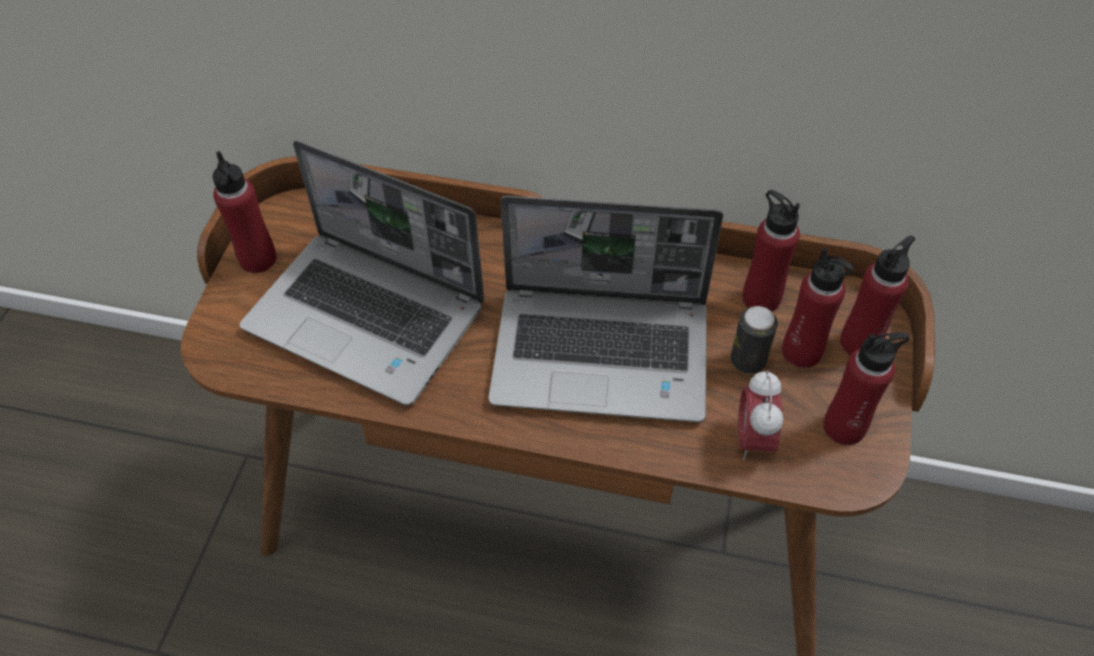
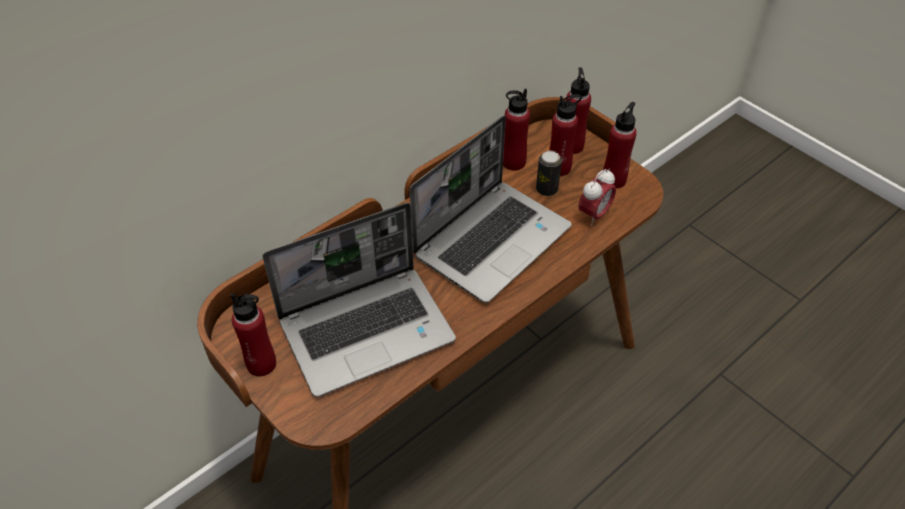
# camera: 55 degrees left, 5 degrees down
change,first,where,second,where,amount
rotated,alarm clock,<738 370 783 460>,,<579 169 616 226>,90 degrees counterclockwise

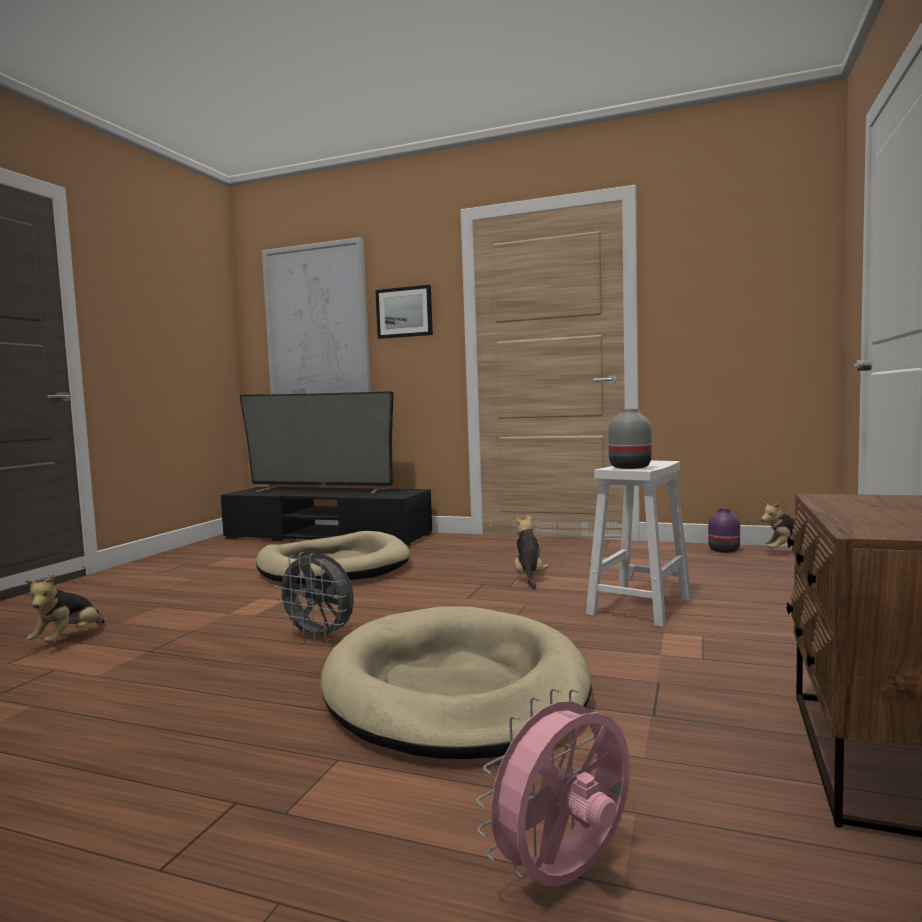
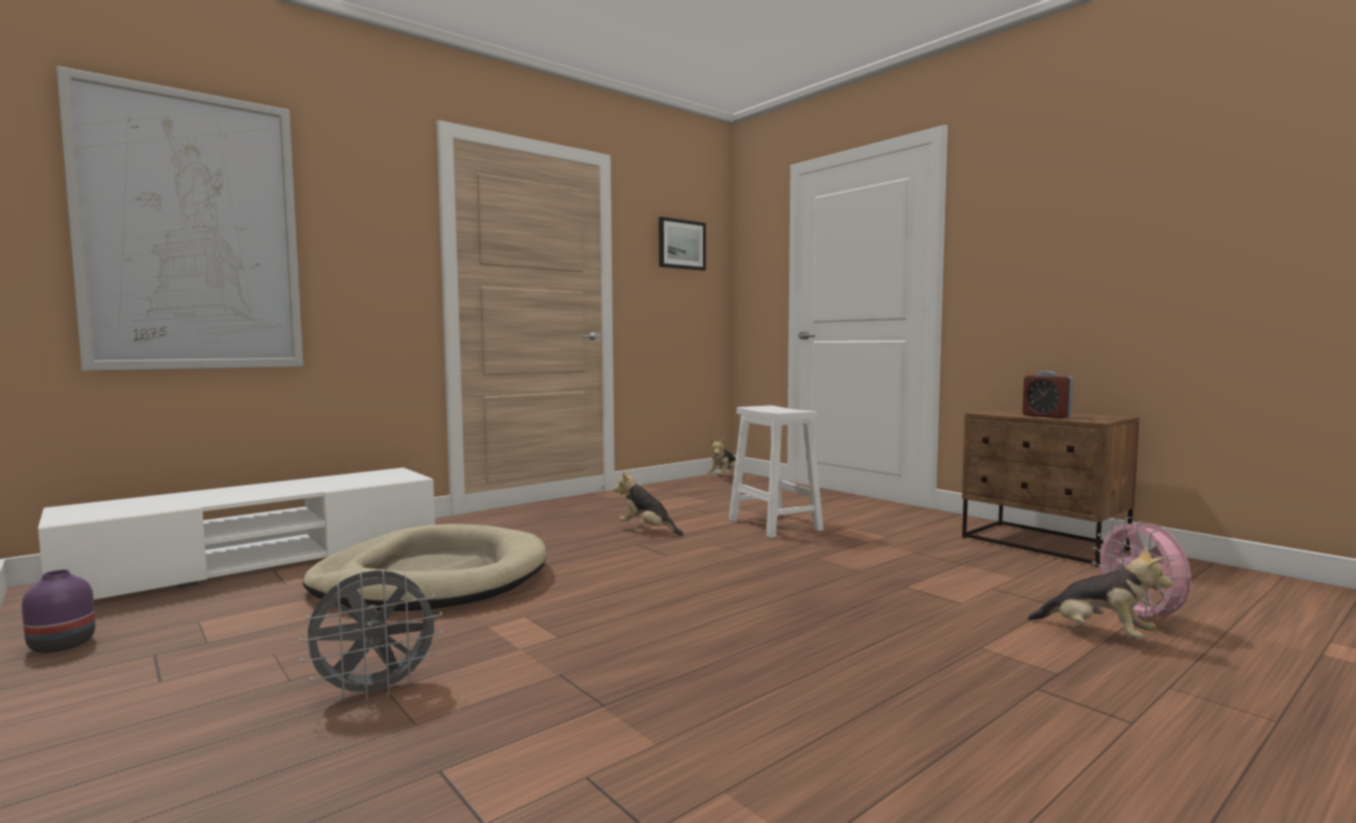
# camera: 60 degrees left, 0 degrees up
change,first,where,second,where,amount
shifted,picture,<375 285 433 339>,,<659 217 706 271>,
gone,television,<240 391 394 494>,,,
gone,grey vase,<608 409 652 469>,,,
repainted,black tv stand,<221 487 432 547>,white tv stand,<38 468 435 600>,
shifted,purple vase,<708 509 740 553>,,<22 570 95 653>,
shifted,grey fan,<275 552 354 644>,,<299 569 443 702>,
shifted,plush toy,<25 575 105 643>,,<1028 547 1172 638>,
gone,beige dog bed,<320 606 592 759>,,,
new,,,alarm clock,<1022 371 1073 418>,

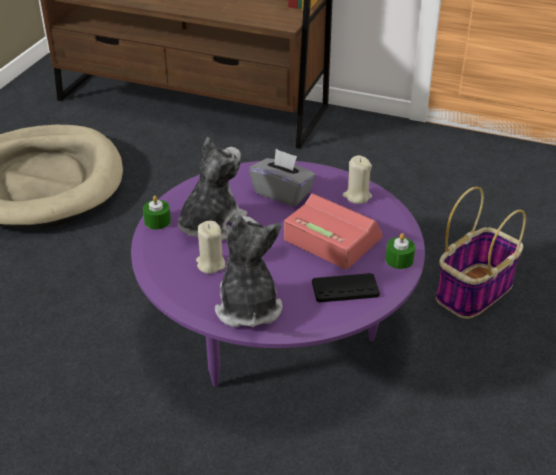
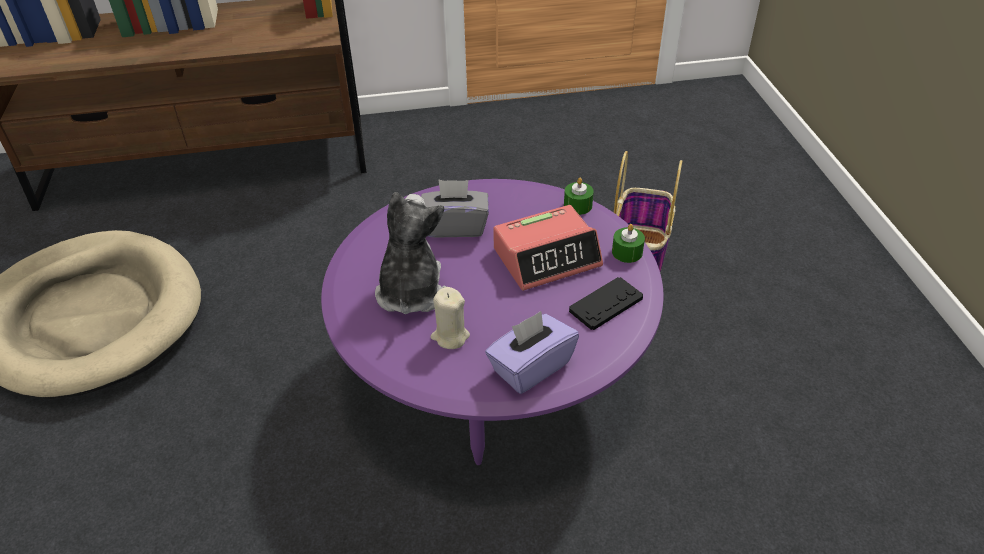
# camera: 30 degrees left, 5 degrees up
change,first,where,second,where,amount
gone,beige candle,<342 155 372 204>,,,
rotated,alarm clock,<284 193 383 269>,,<493 205 603 291>,150 degrees clockwise
shifted,green candle,<143 195 171 230>,,<564 178 594 215>,
swapped,plush toy,<215 215 282 327>,purple tissue box,<485 311 579 394>,

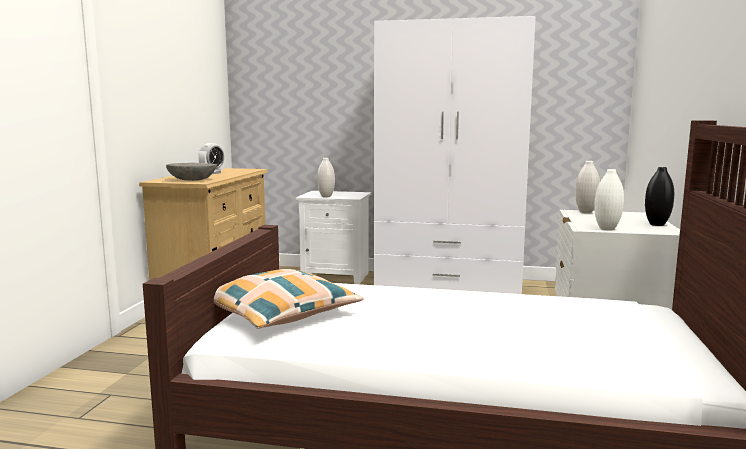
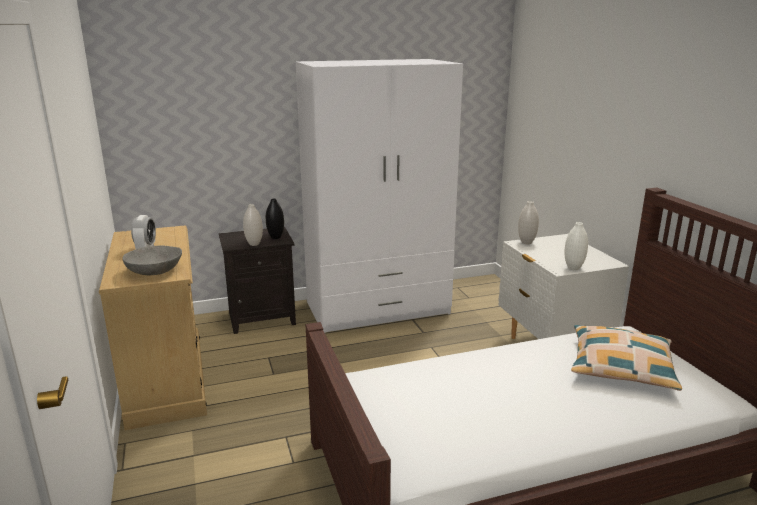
# camera: 30 degrees left, 10 degrees up
change,first,where,second,where,amount
shifted,black vase,<645 167 674 226>,,<266 199 284 239>,
repainted,white nightstand,<296 191 371 284>,black nightstand,<219 227 296 334>,
shifted,pillow,<214 269 364 329>,,<571 325 682 391>,

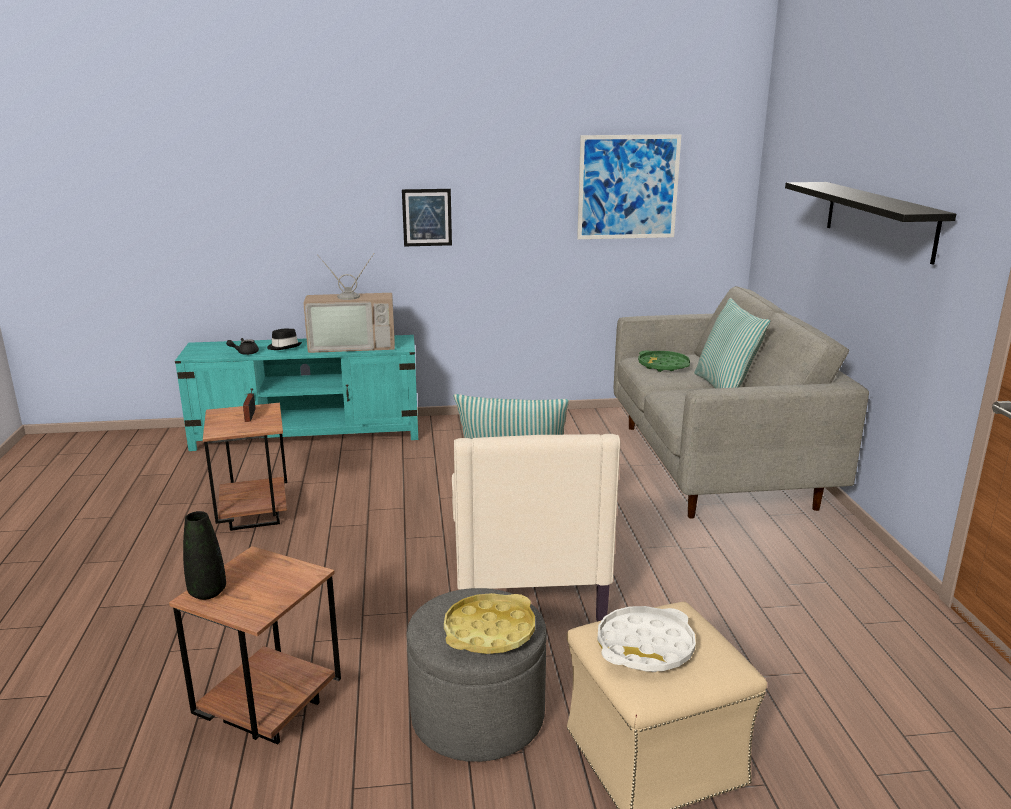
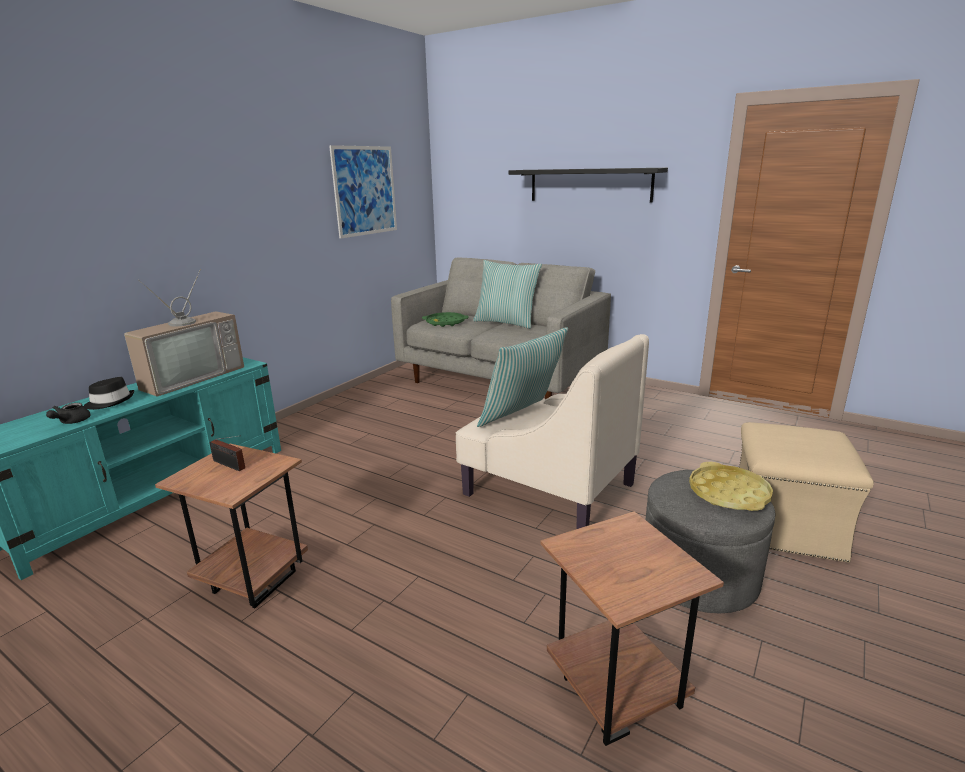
# camera: 50 degrees left, 0 degrees up
change,first,where,second,where,amount
gone,picture,<402 189 452 246>,,,
gone,black vase,<183 511 226 600>,,,
gone,white tray,<597 606 696 672>,,,

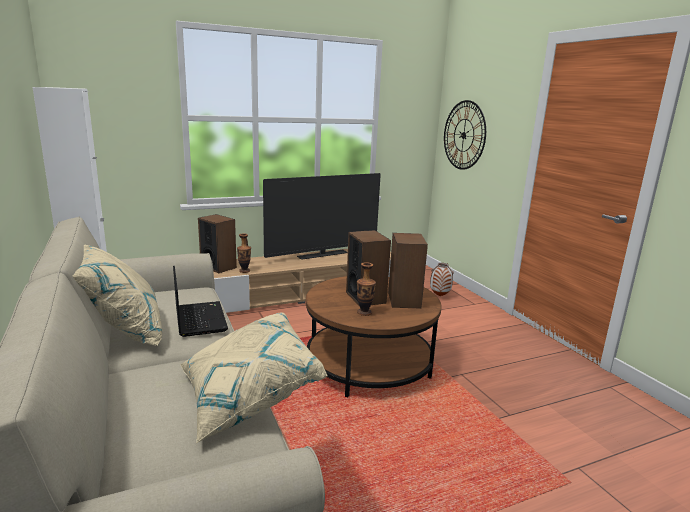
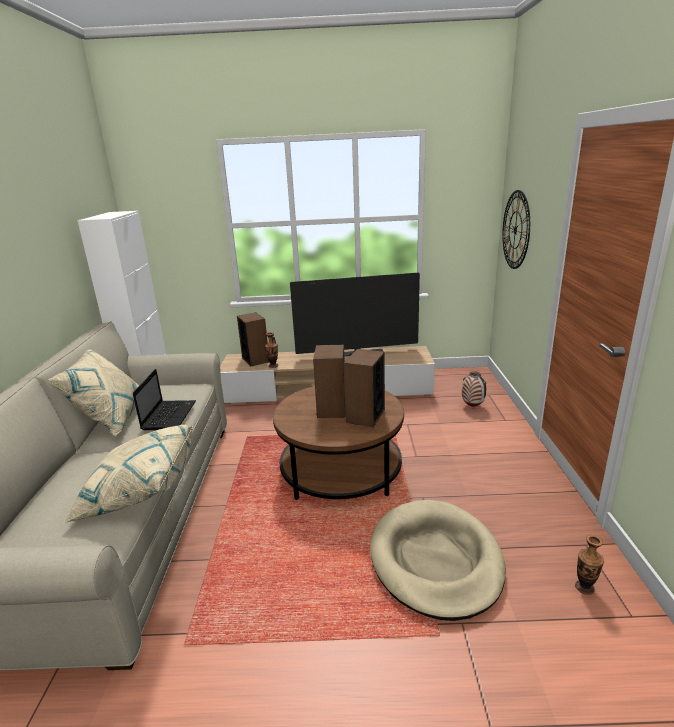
# camera: 25 degrees right, 5 degrees up
change,first,where,second,where,amount
shifted,vase,<357 262 376 316>,,<575 535 604 595>,
new,,,beige dog bed,<370 500 505 621>,

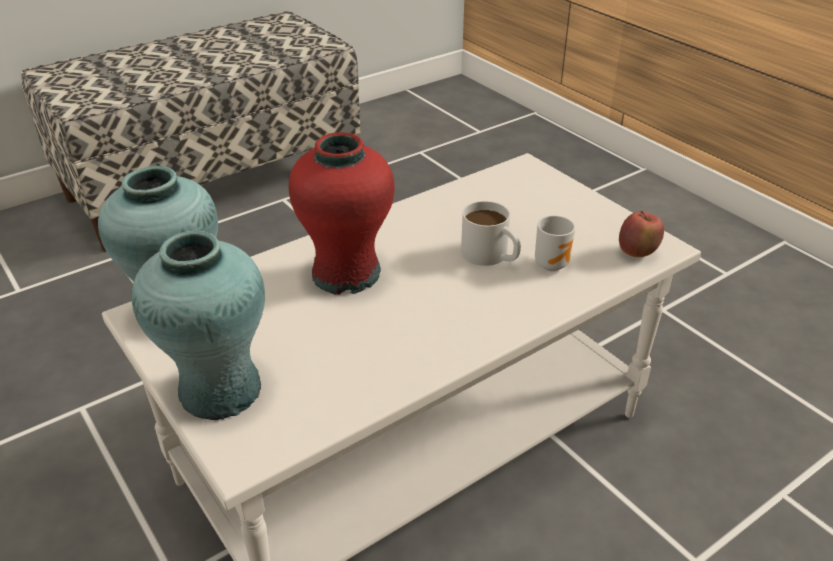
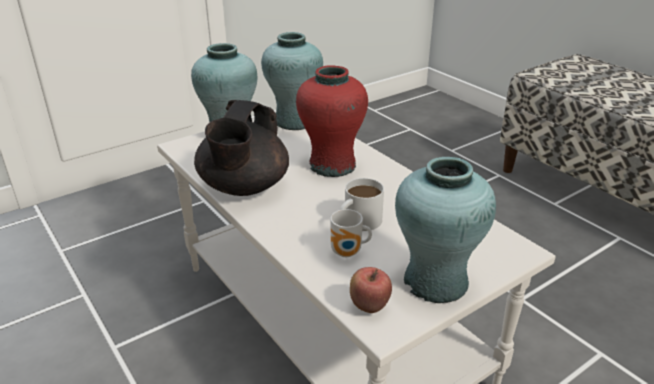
# camera: 90 degrees right, 5 degrees down
change,first,where,second,where,amount
new,,,black teapot,<194 100 289 196>,
new,,,turquoise vase,<395 157 496 303>,

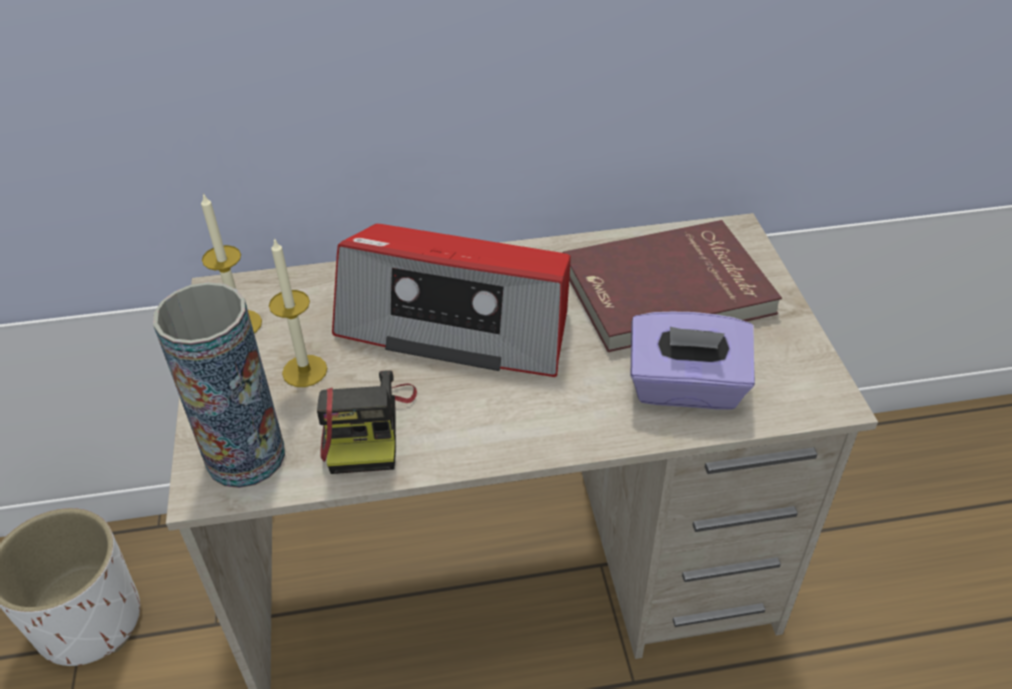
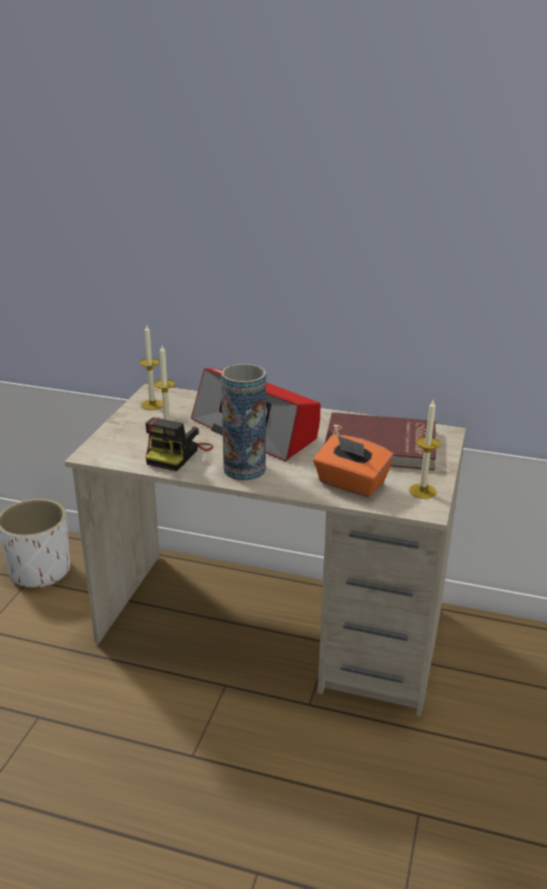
# camera: 25 degrees right, 15 degrees down
change,first,where,second,where,amount
shifted,vase,<153 282 285 488>,,<221 364 266 480>,
repainted,purple tissue box,<631 312 755 410>,orange tissue box,<313 435 393 498>,
new,,,candle,<409 399 440 499>,

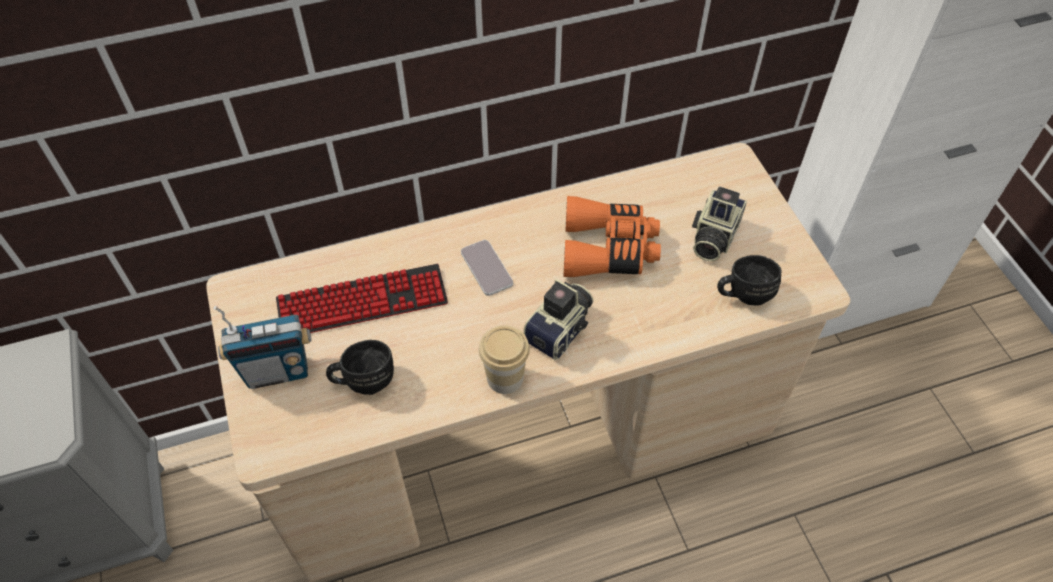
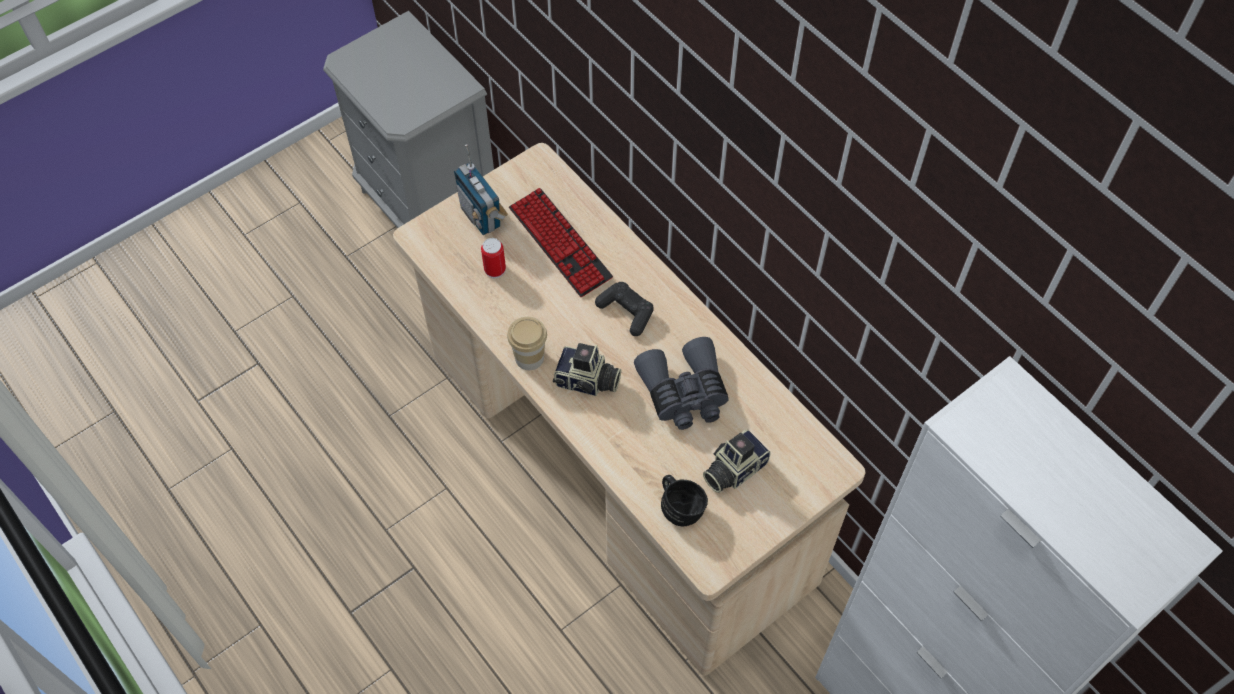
# camera: 70 degrees right, 5 degrees up
change,first,where,second,where,amount
rotated,photo camera,<692 187 747 261>,,<703 430 771 493>,45 degrees counterclockwise
repainted,orange binoculars,<563 196 661 277>,grey binoculars,<634 337 729 430>,
swapped,phone,<461 240 513 296>,black game controller,<595 282 654 336>,
swapped,black mug,<326 340 394 395>,can,<481 238 506 278>,

